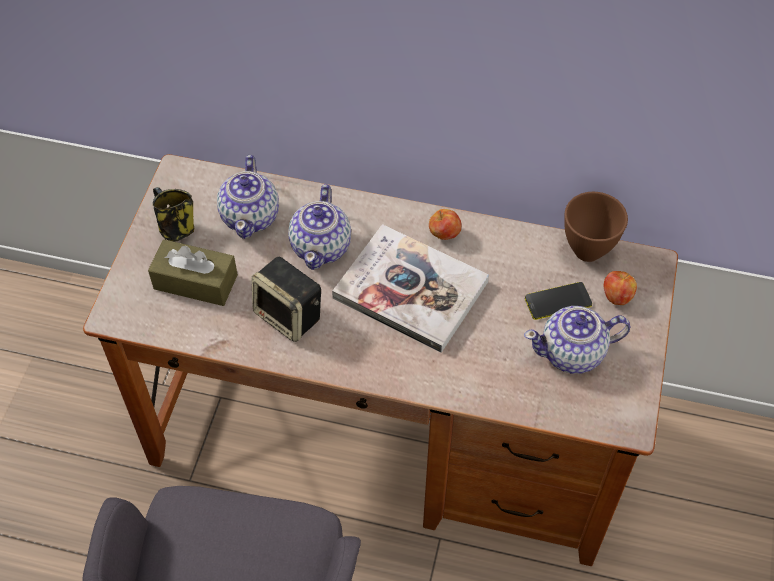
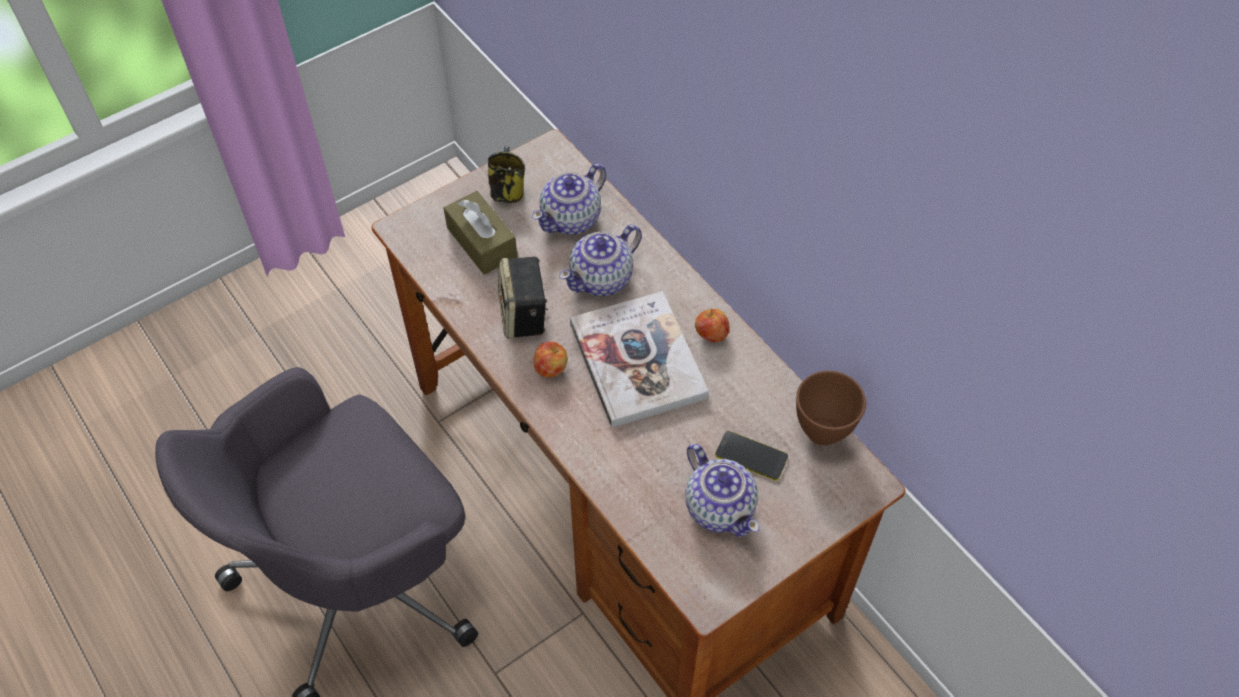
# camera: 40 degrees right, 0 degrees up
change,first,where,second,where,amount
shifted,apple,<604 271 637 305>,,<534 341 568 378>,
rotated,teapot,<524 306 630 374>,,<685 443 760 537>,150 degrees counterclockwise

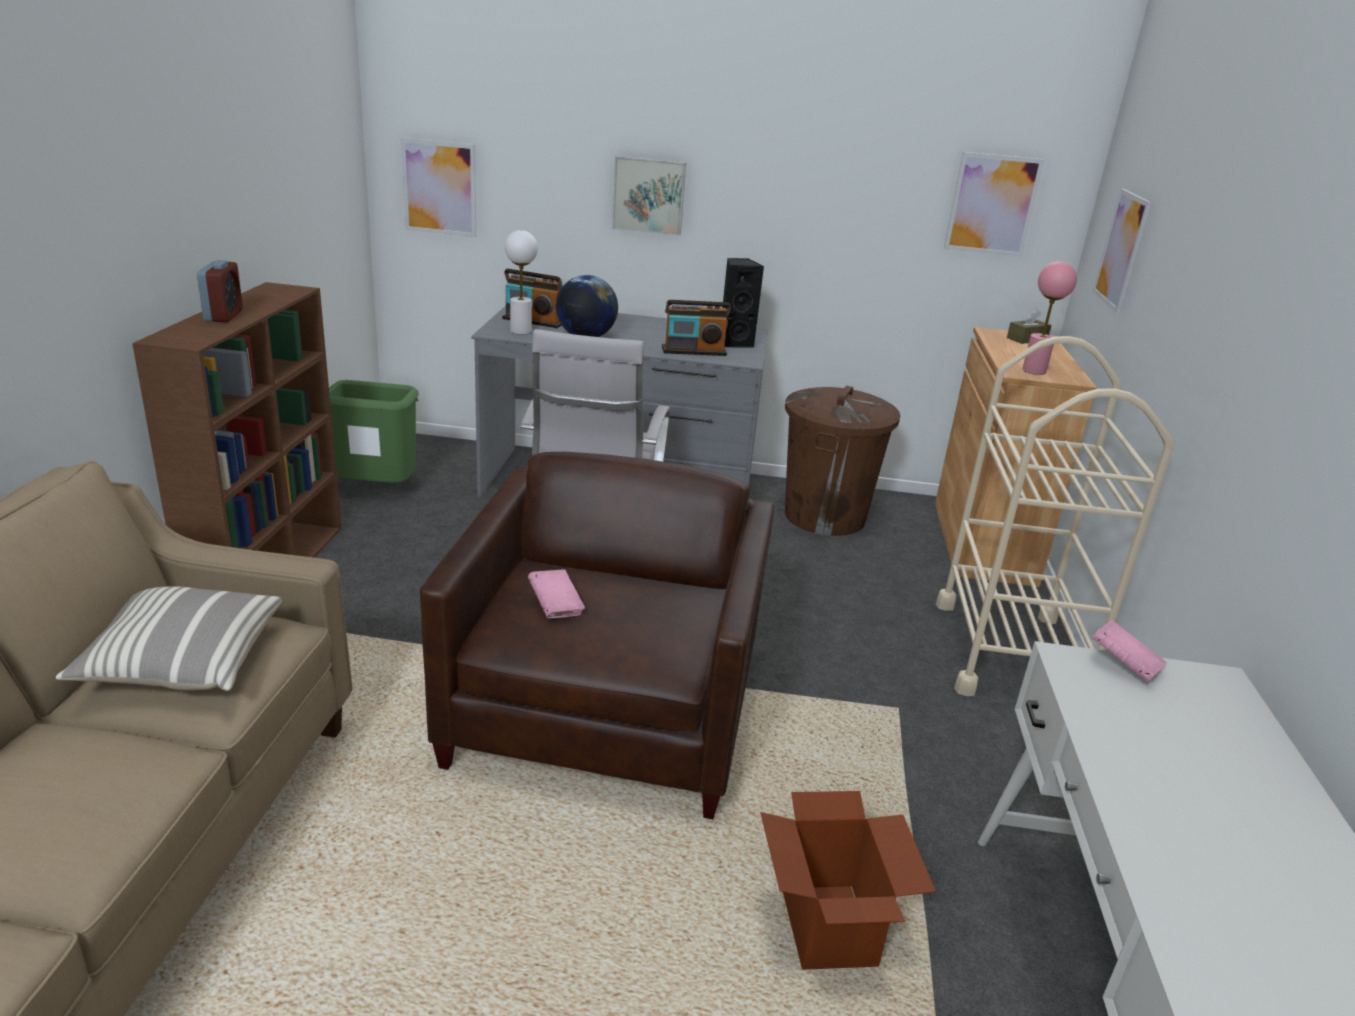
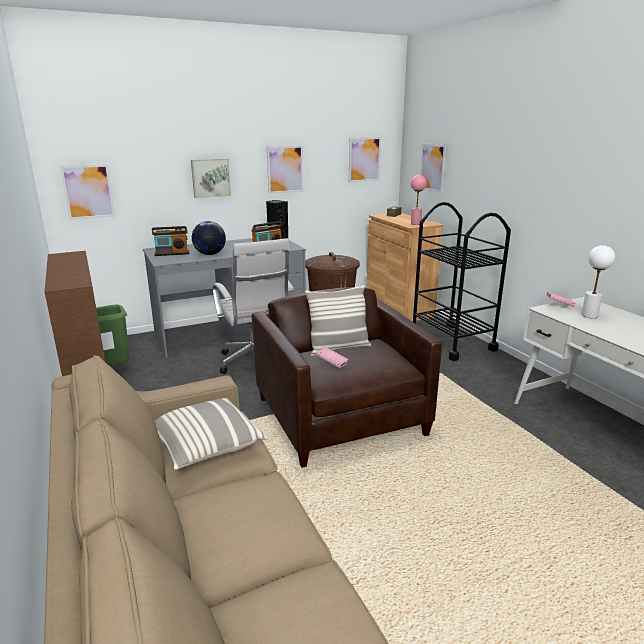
# camera: 30 degrees left, 5 degrees down
change,first,where,second,where,amount
shifted,white table lamp,<505 230 538 335>,,<581 245 615 318>,
gone,alarm clock,<197 260 243 322>,,,
repainted,beige cart,<936 336 1174 696>,black cart,<413 202 511 361>,
gone,cardboard box,<760 791 936 970>,,,
new,,,picture,<267 145 303 194>,
new,,,pillow,<305 285 371 356>,

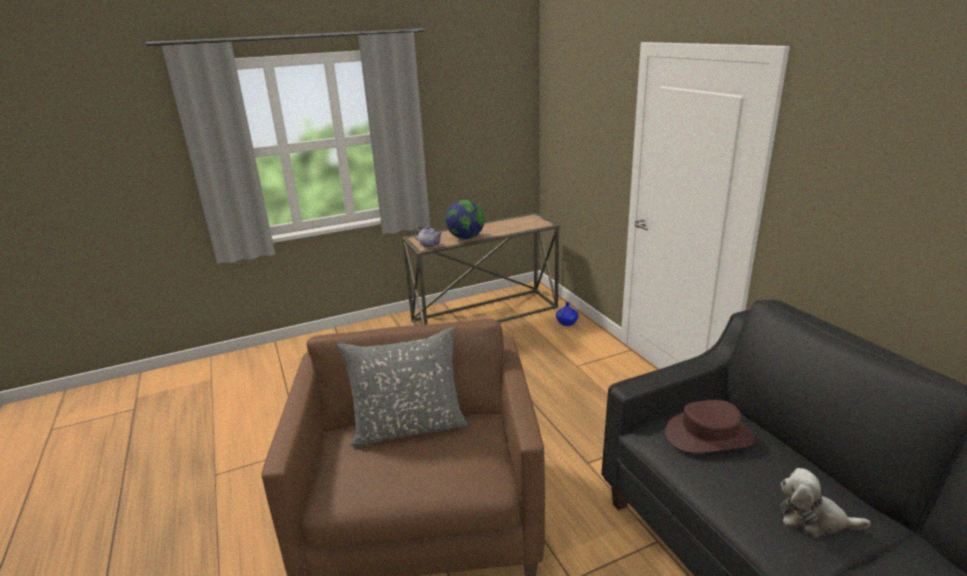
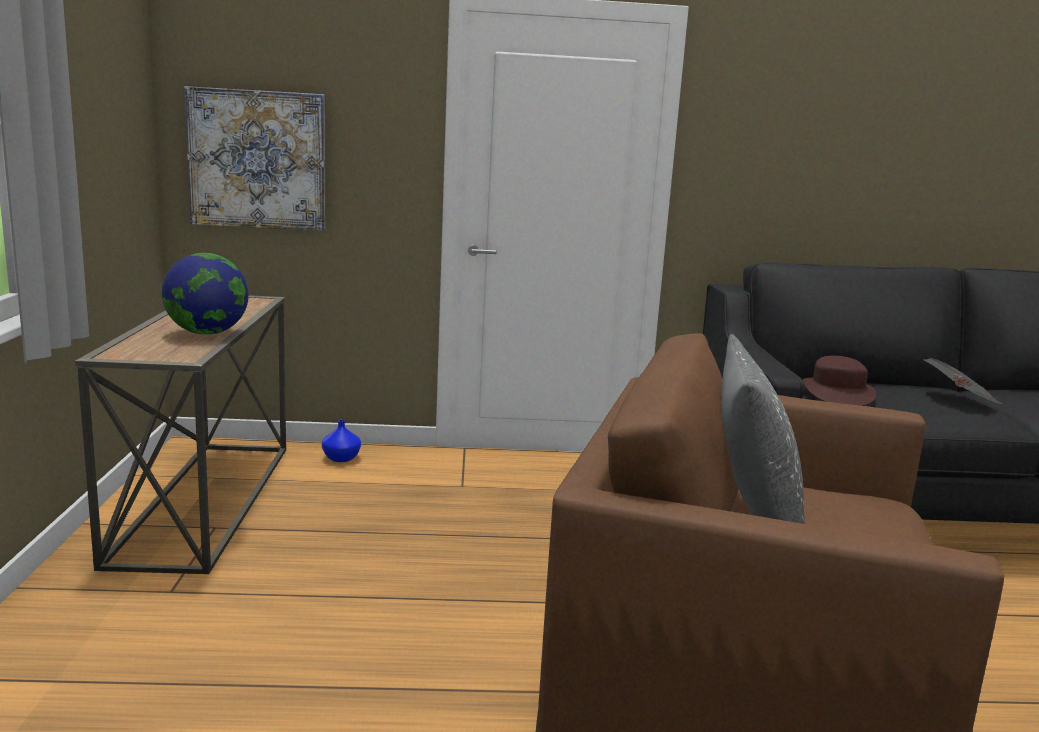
# camera: 70 degrees left, 10 degrees down
change,first,where,second,where,amount
gone,teapot,<414 226 443 247>,,,
swapped,plush toy,<781 468 871 537>,newspaper,<924 358 1003 404>,
new,,,picture,<184 86 325 231>,

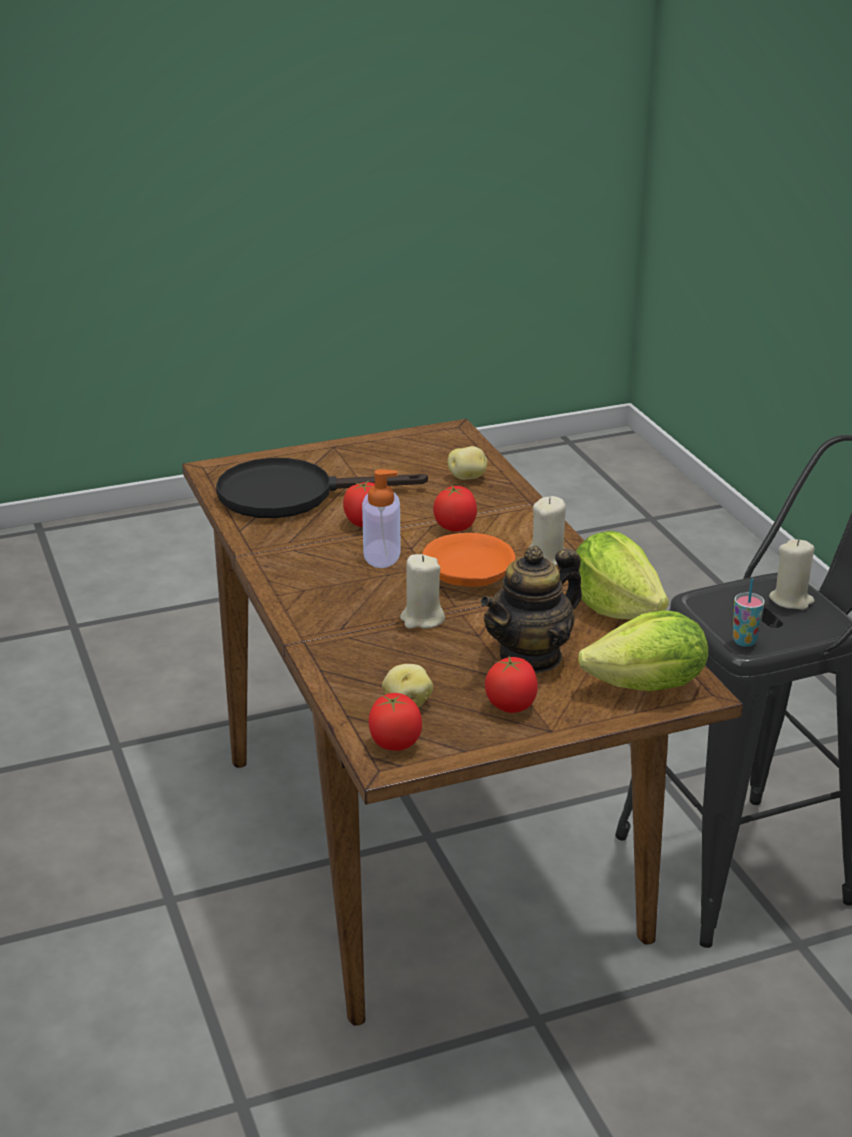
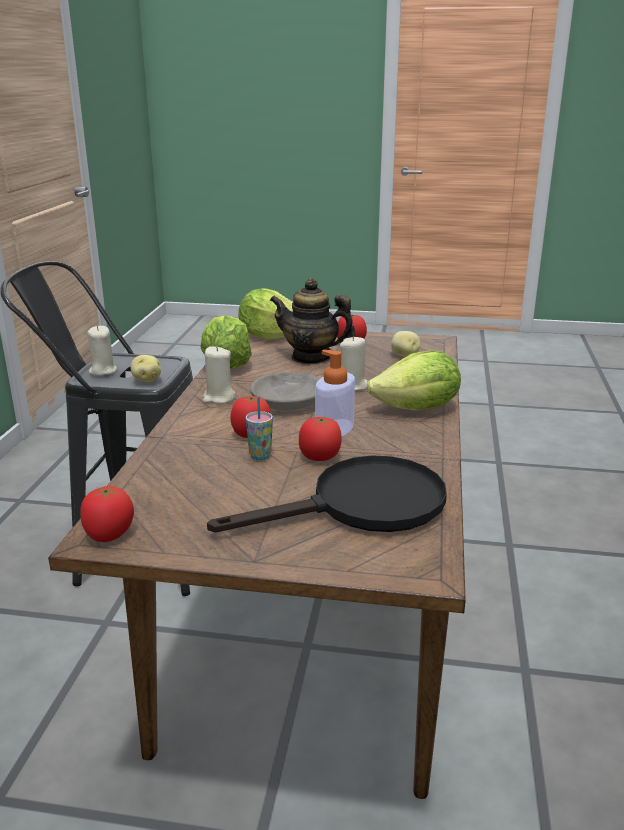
# camera: 150 degrees left, 5 degrees down
change,first,where,second,where,amount
shifted,potato,<448 446 487 480>,,<130 355 161 382>,
rotated,black frying pan,<216 458 428 518>,,<207 456 447 532>,45 degrees counterclockwise
repainted,orange bowl,<423 533 516 587>,grey bowl,<250 373 319 410>,
rotated,teapot,<480 546 582 674>,,<270 278 356 364>,150 degrees counterclockwise
shifted,cup,<733 579 765 647>,,<246 396 273 460>,
shifted,tomato,<368 693 422 751>,,<80 486 134 542>,
new,,,lettuce,<367 351 461 410>,

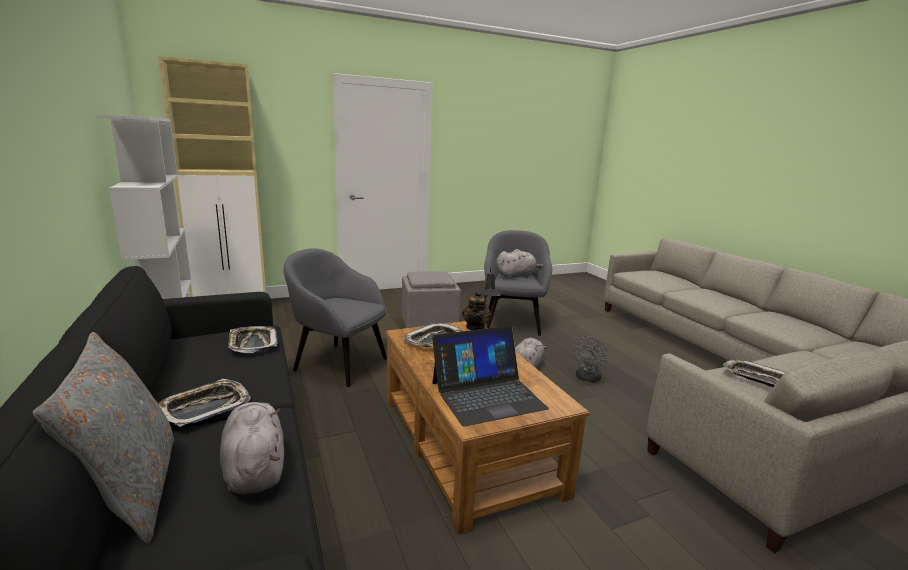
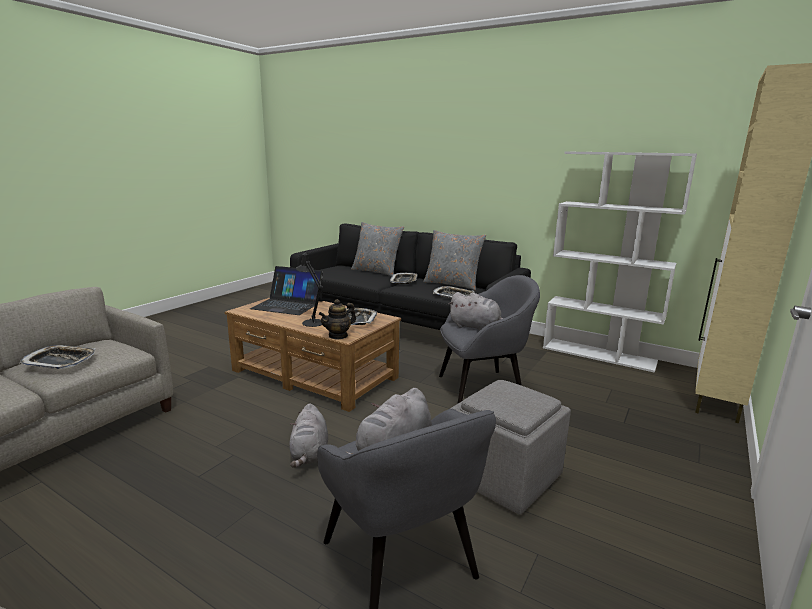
# camera: 145 degrees right, 0 degrees up
change,first,where,second,where,amount
rotated,teapot,<462 290 492 330>,,<319 299 356 340>,105 degrees counterclockwise
rotated,laptop,<432 326 549 426>,,<250 266 323 315>,105 degrees counterclockwise
gone,grey fan,<573 336 608 382>,,,
shifted,grey plush toy,<220 402 284 495>,,<449 292 503 331>,
new,,,grey pillow,<423 230 486 290>,

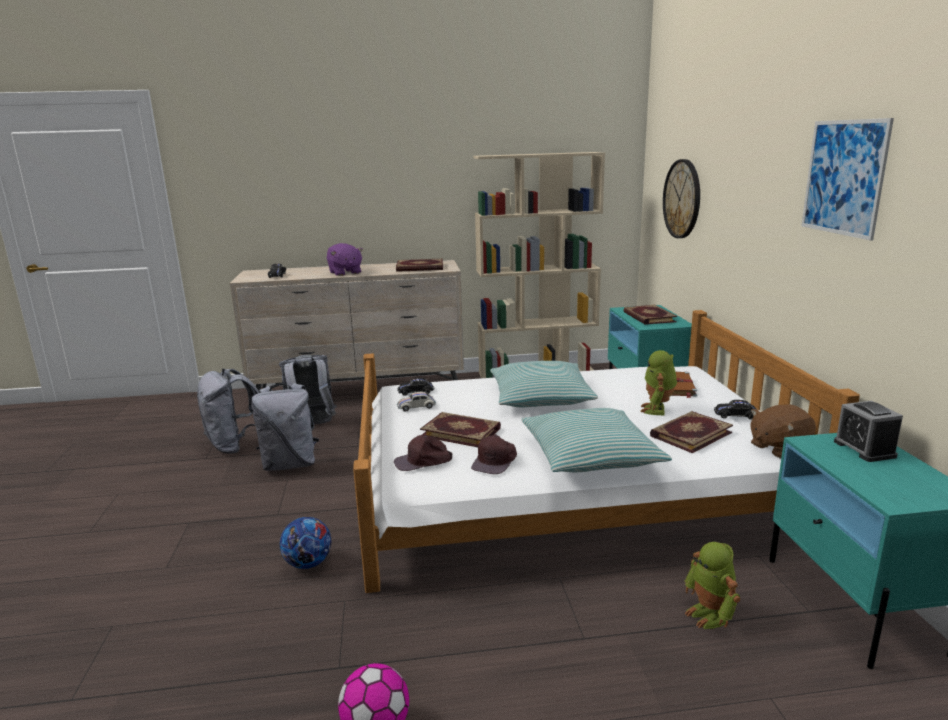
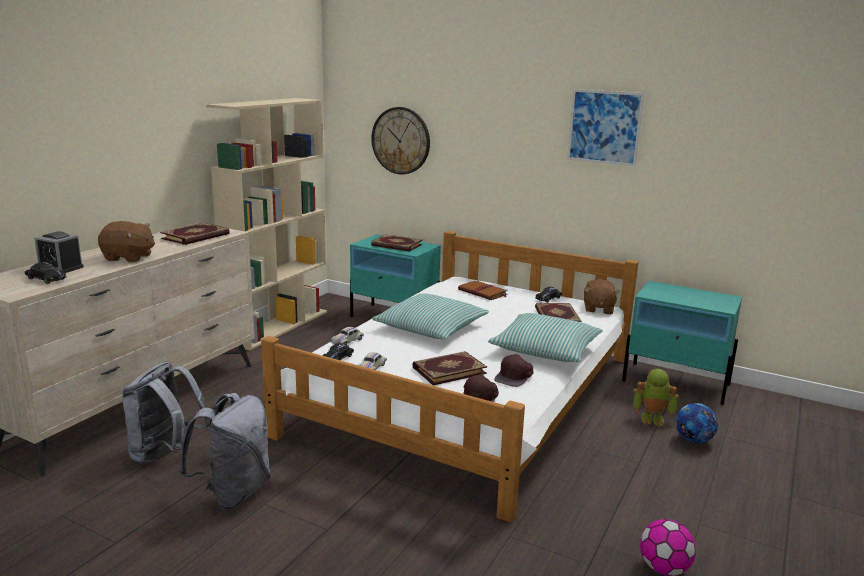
# camera: 55 degrees left, 0 degrees up
change,first,where,second,where,amount
repainted,purple plush toy,<327 243 363 276>,brown plush toy,<98 221 155 262>,
gone,toy robot,<641 350 677 416>,,,
gone,grey backpack,<197 369 259 454>,,,
shifted,alarm clock,<834 401 903 462>,,<34 231 84 273>,
rotated,brown cap,<471 434 517 474>,,<494 354 534 387>,60 degrees clockwise
shifted,football,<280 517 331 569>,,<676 403 718 443>,
new,,,white toy car,<330 327 364 345>,

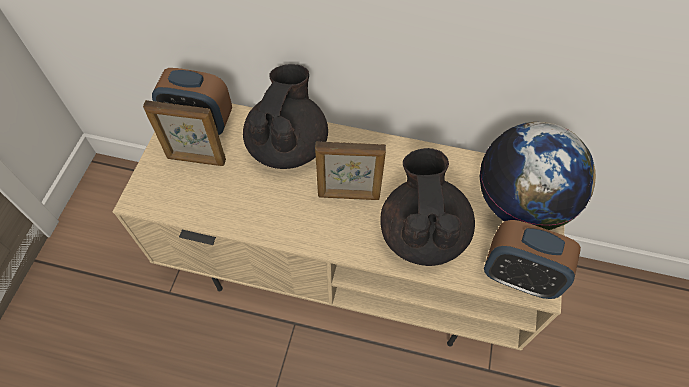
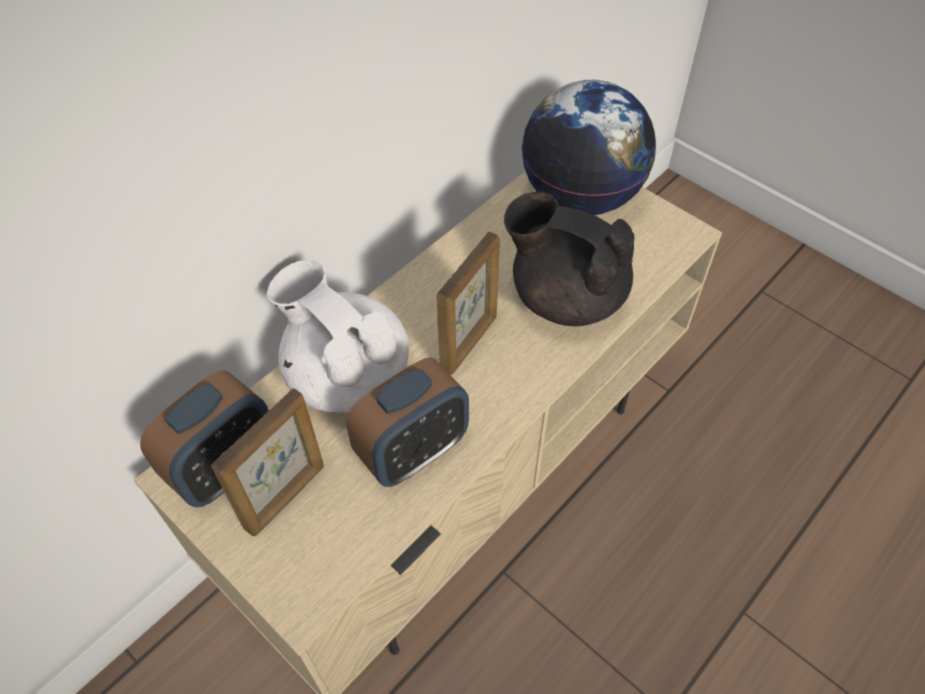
# camera: 60 degrees left, 5 degrees down
change,first,where,second,where,amount
repainted,black teapot,<243 64 328 169>,white teapot,<267 260 409 412>,
shifted,alarm clock,<484 220 581 299>,,<346 357 469 487>,

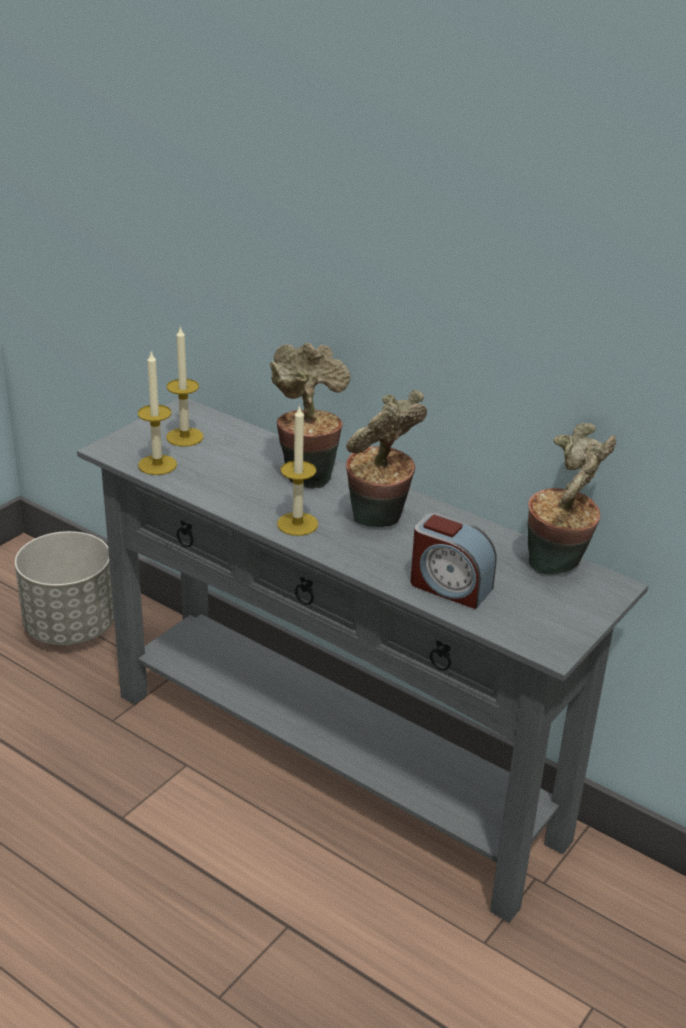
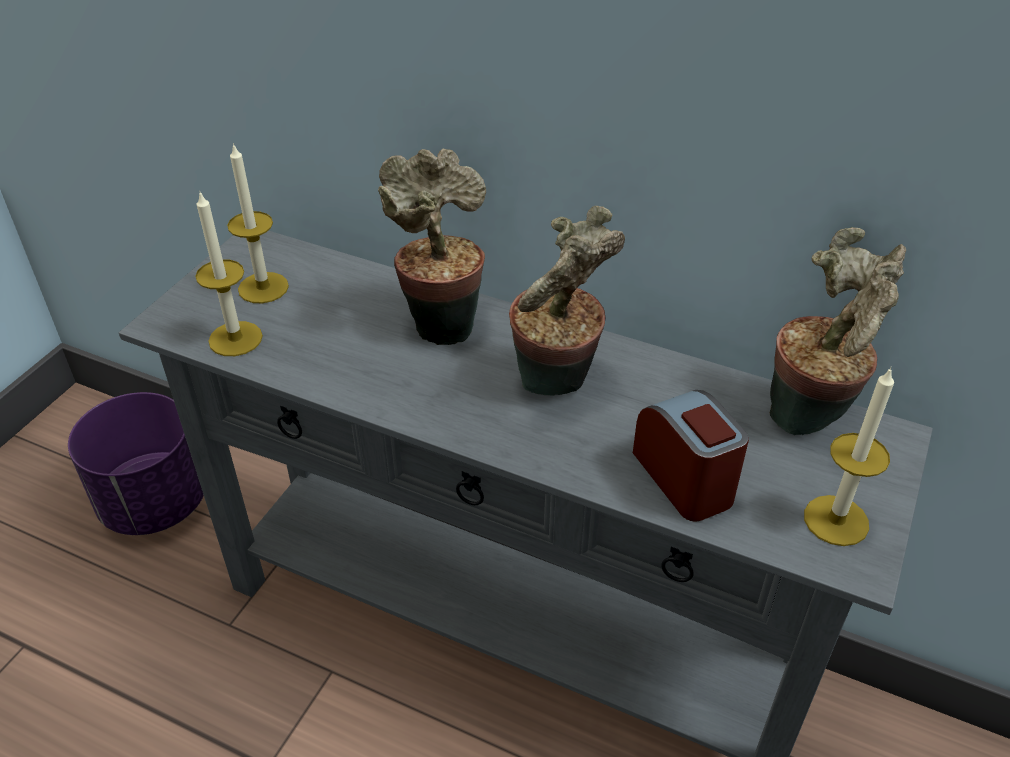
# camera: 10 degrees left, 10 degrees up
change,first,where,second,where,amount
shifted,candle,<277 405 318 536>,,<804 367 894 546>,
rotated,alarm clock,<410 513 497 609>,,<633 390 749 522>,135 degrees counterclockwise
repainted,grey planter,<15 531 114 645>,purple planter,<68 392 204 535>,

